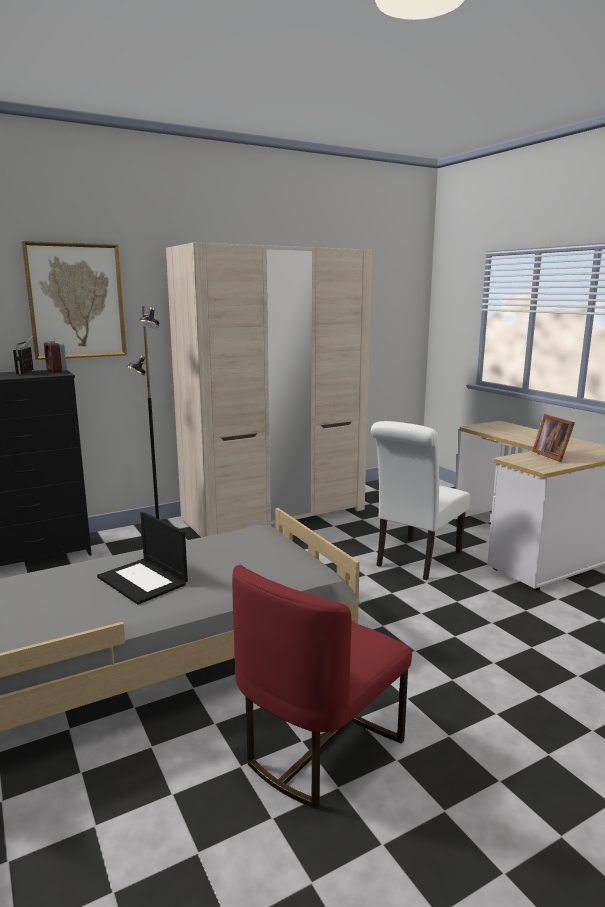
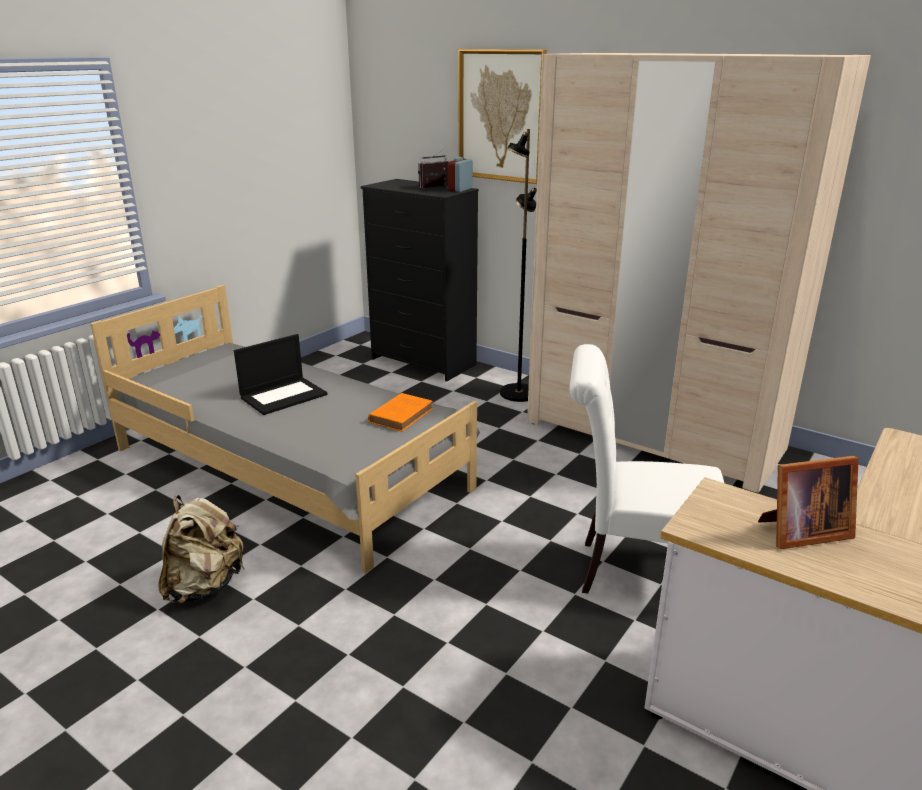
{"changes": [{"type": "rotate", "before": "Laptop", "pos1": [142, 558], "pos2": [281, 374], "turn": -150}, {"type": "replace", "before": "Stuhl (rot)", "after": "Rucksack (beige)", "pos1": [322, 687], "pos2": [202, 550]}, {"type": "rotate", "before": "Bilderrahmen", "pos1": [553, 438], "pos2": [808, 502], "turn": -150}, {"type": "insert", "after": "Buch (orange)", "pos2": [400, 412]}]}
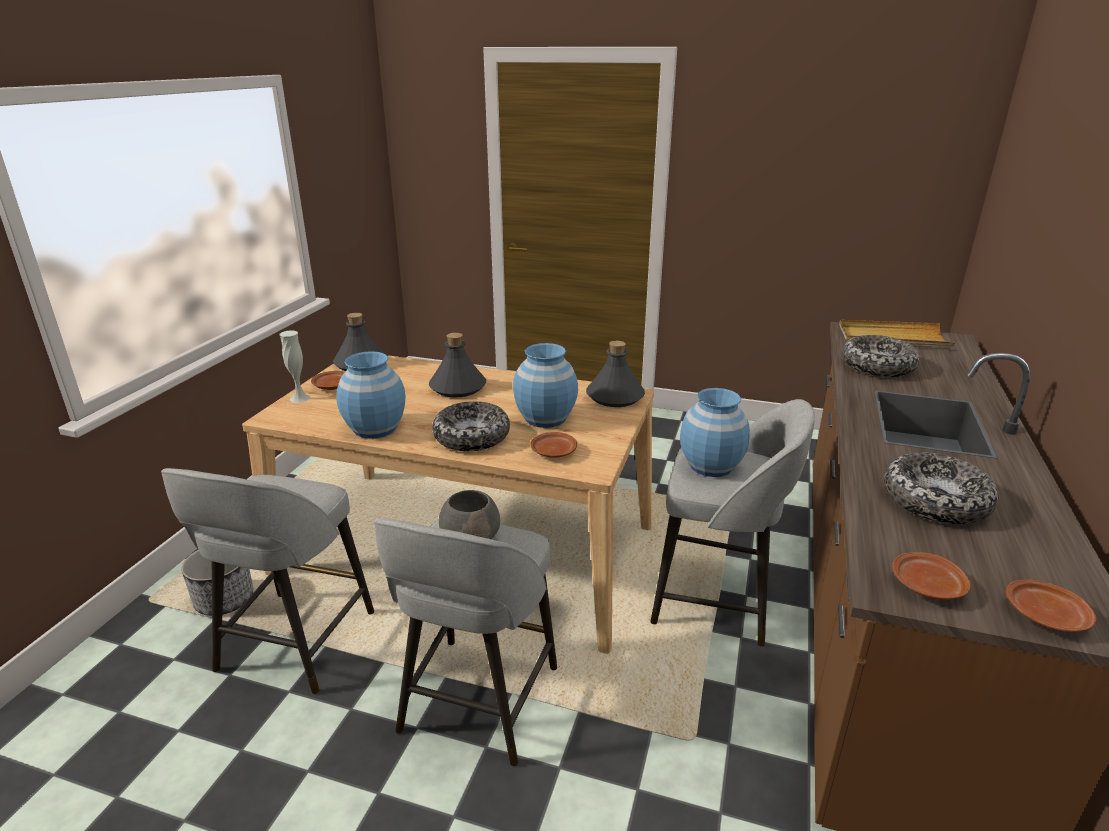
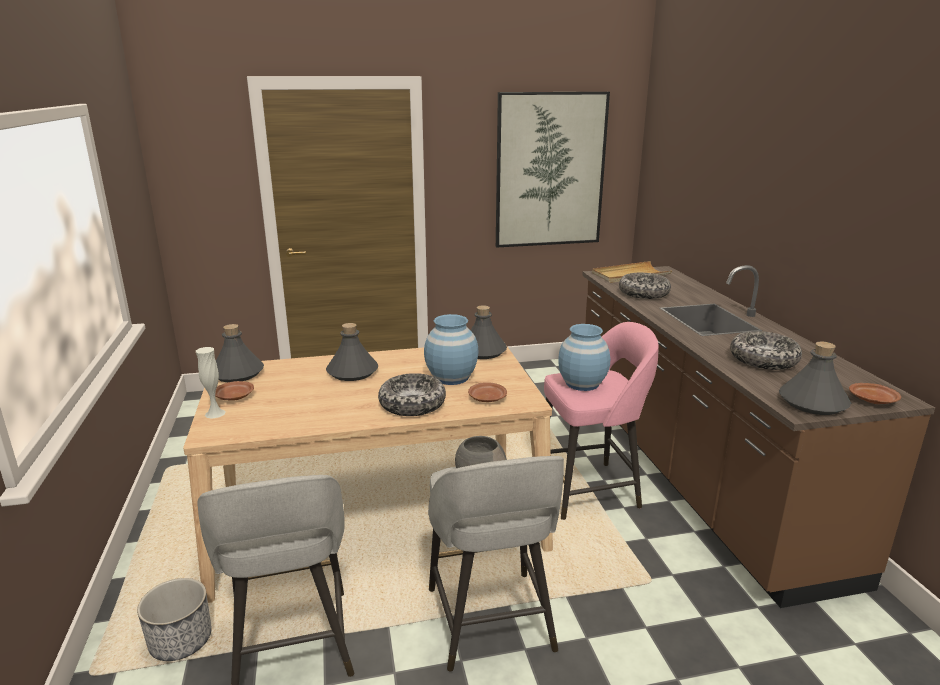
{"changes": [{"type": "delete", "before": "Vase (blau)", "pos1": [370, 395]}, {"type": "recolor", "before": "Hocker (grau)", "after": "Hocker (rosa)", "pos1": [732, 523], "pos2": [601, 421]}, {"type": "replace", "before": "Teller (braun)", "after": "Flasche (grau)", "pos1": [931, 576], "pos2": [815, 378]}, {"type": "insert", "after": "Bild", "pos2": [553, 169]}]}
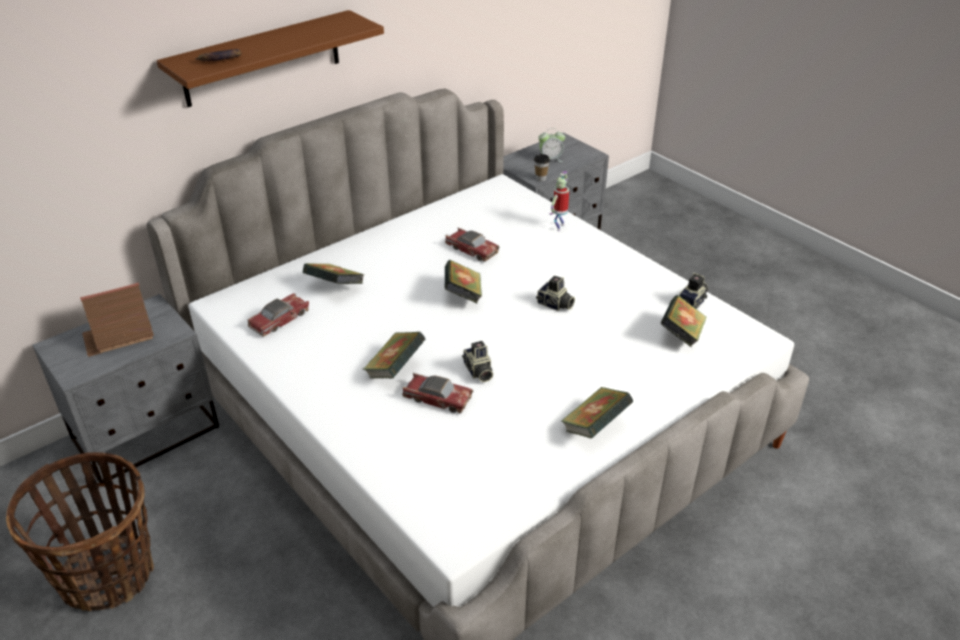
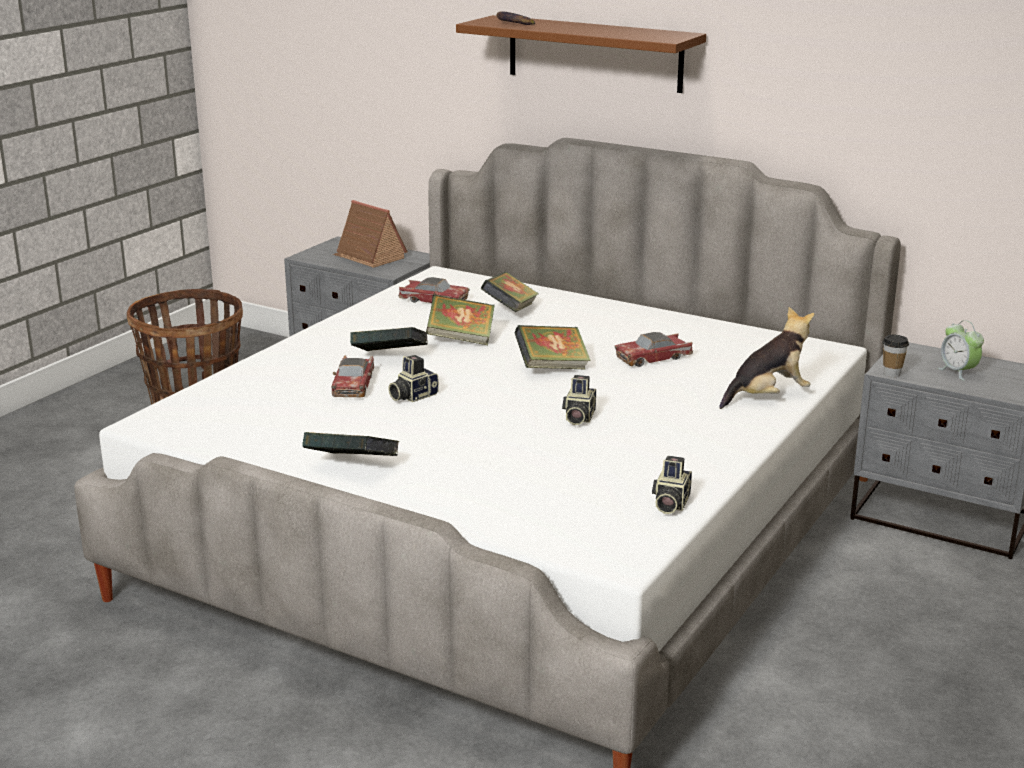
{"changes": [{"type": "rotate", "before": "Spielzeugauto", "pos1": [472, 244], "pos2": [654, 349], "turn": 45}, {"type": "replace", "before": "Spielzeugroboter", "after": "Plüschtier", "pos1": [559, 201], "pos2": [766, 358]}, {"type": "move", "before": "Buch", "pos1": [683, 321], "pos2": [460, 319]}, {"type": "rotate", "before": "Kamera", "pos1": [693, 291], "pos2": [672, 485], "turn": 90}]}
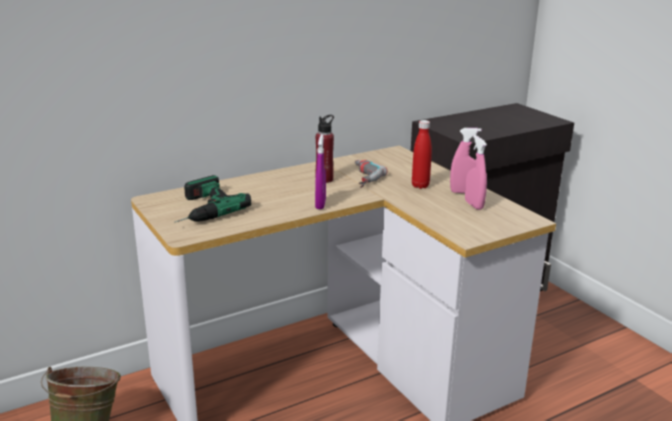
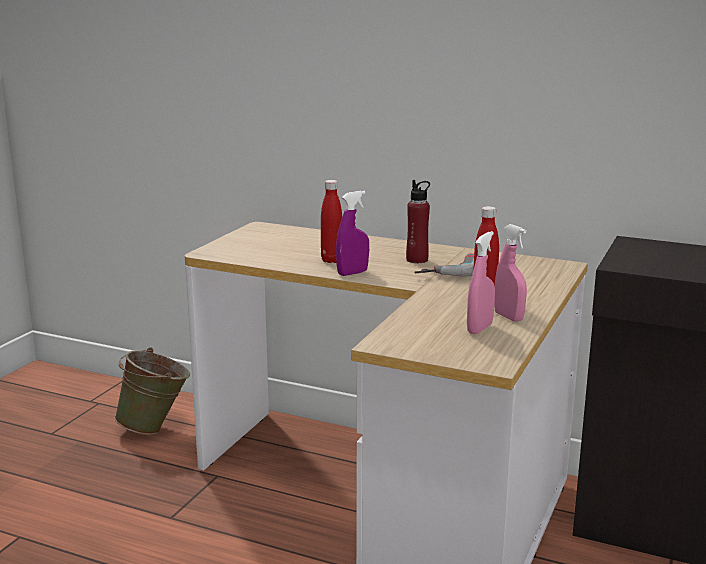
{"changes": [{"type": "delete", "before": "Bohrmaschine", "pos1": [212, 199]}, {"type": "insert", "after": "Flasche (rot)", "pos2": [331, 221]}]}
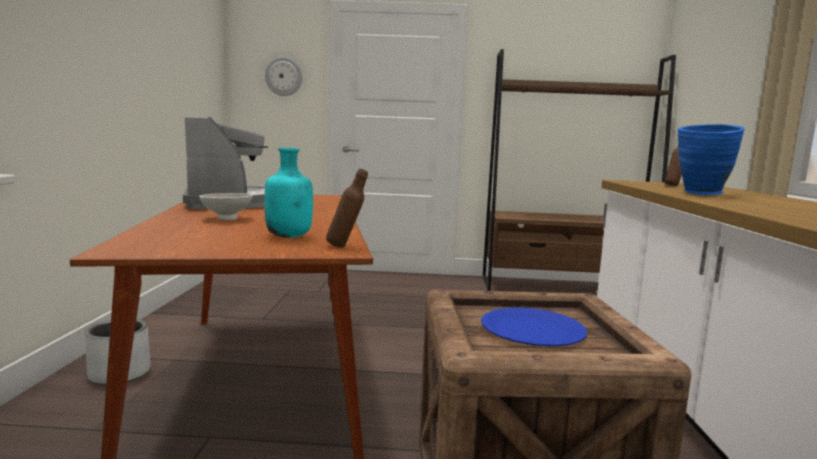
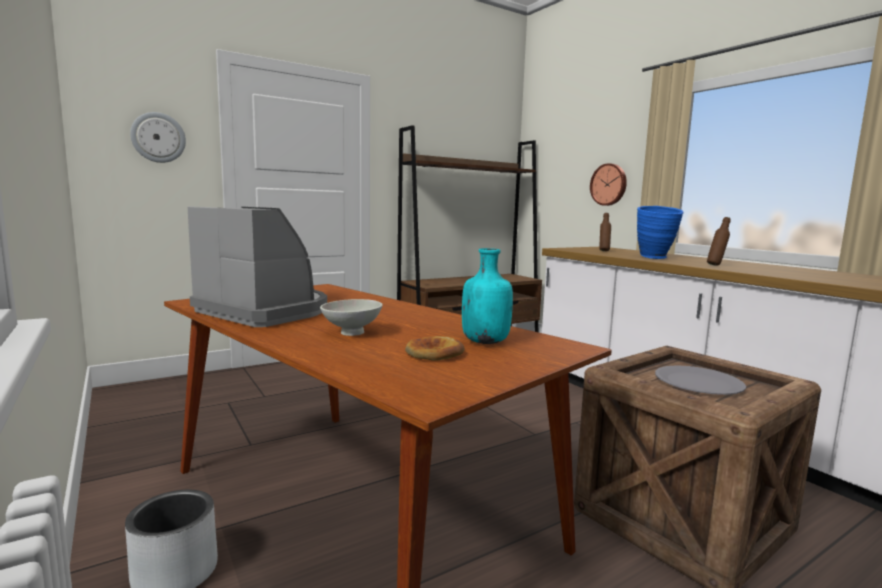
{"changes": [{"type": "move", "before": "Flasche (braun)", "pos1": [347, 208], "pos2": [718, 241]}, {"type": "recolor", "before": "Teller (blau)", "after": "Teller (grau)", "pos1": [534, 327], "pos2": [700, 380]}, {"type": "insert", "after": "Brot", "pos2": [435, 348]}, {"type": "insert", "after": "Wanduhr", "pos2": [608, 184]}]}
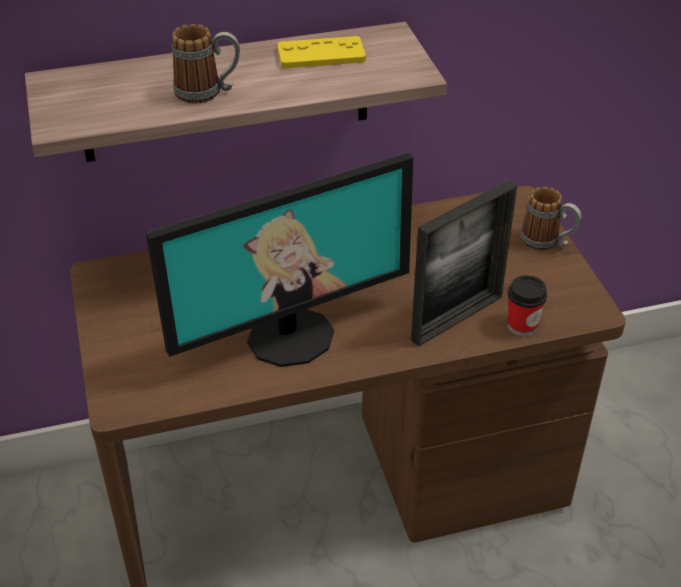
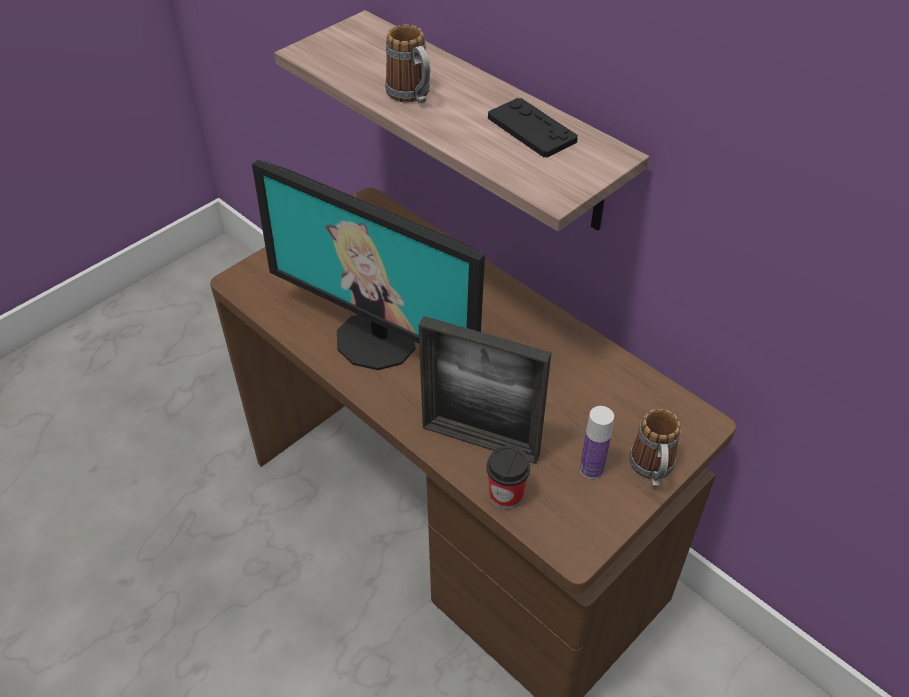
{"changes": [{"type": "recolor", "before": "Gamepad (gelb)", "after": "Gamepad (schwarz)", "pos1": [321, 52], "pos2": [533, 127]}, {"type": "insert", "after": "Flasche", "pos2": [597, 442]}]}
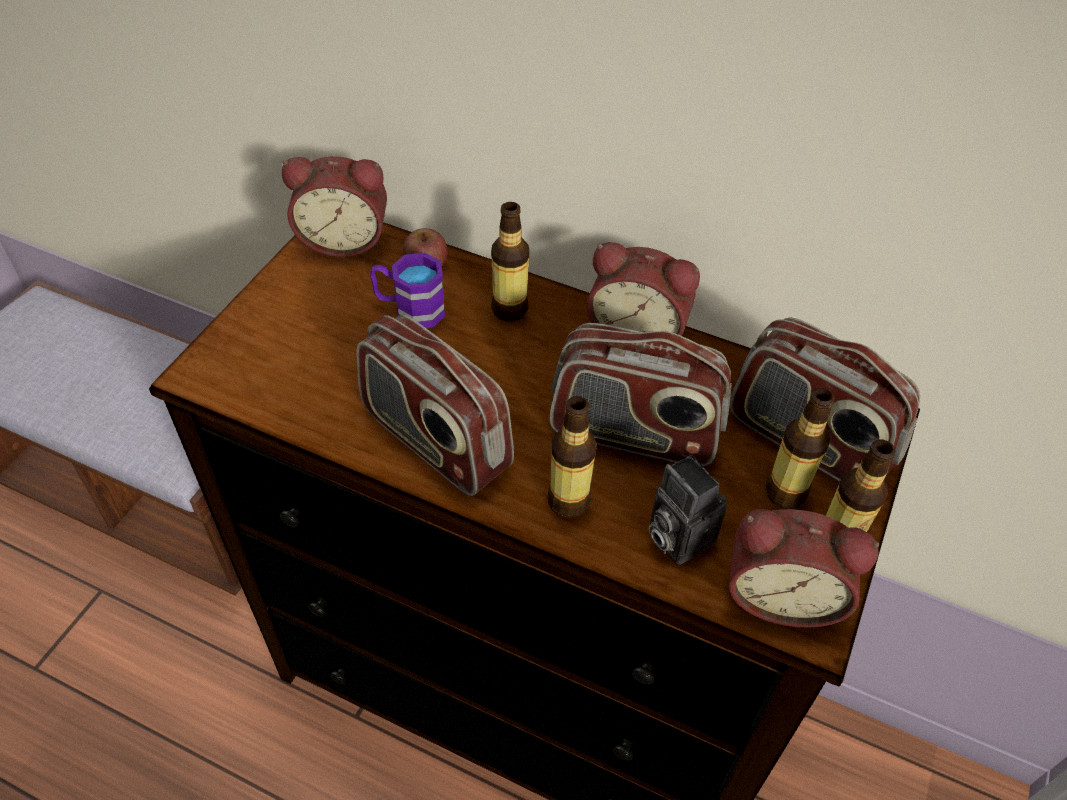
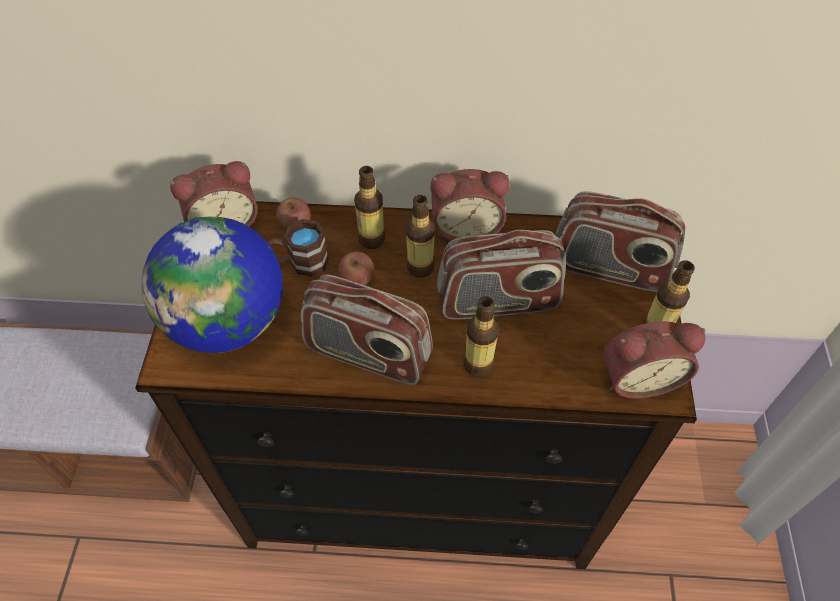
{"changes": [{"type": "recolor", "before": "Henkelbecher (lila)", "after": "Henkelbecher (braun)", "pos1": [408, 290], "pos2": [298, 248]}, {"type": "delete", "before": "Kamera", "pos1": [688, 509]}, {"type": "move", "before": "Flasche", "pos1": [800, 448], "pos2": [420, 236]}, {"type": "insert", "after": "Globus", "pos2": [212, 284]}, {"type": "insert", "after": "Apfel", "pos2": [356, 268]}]}
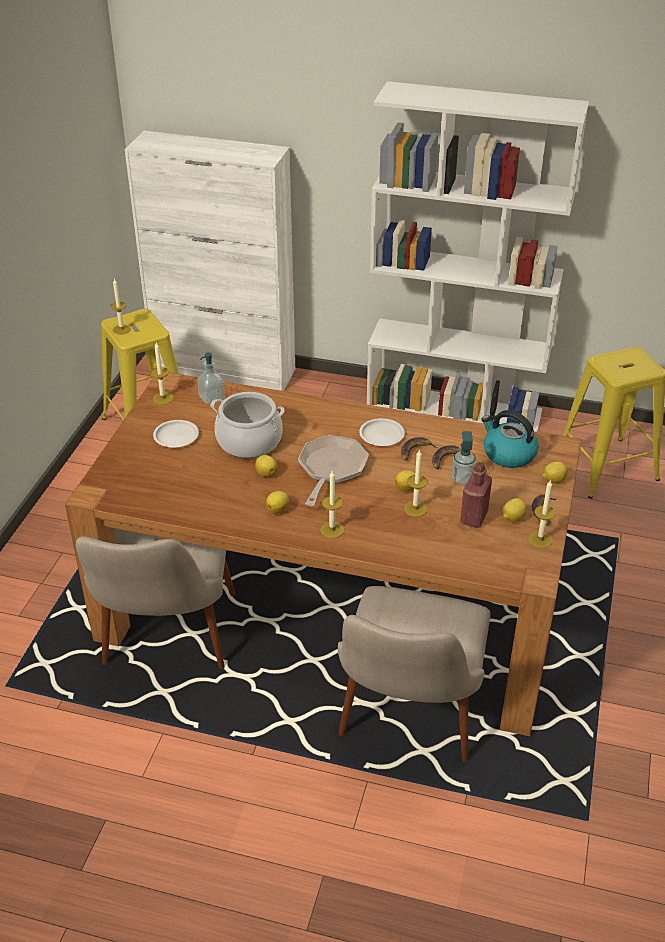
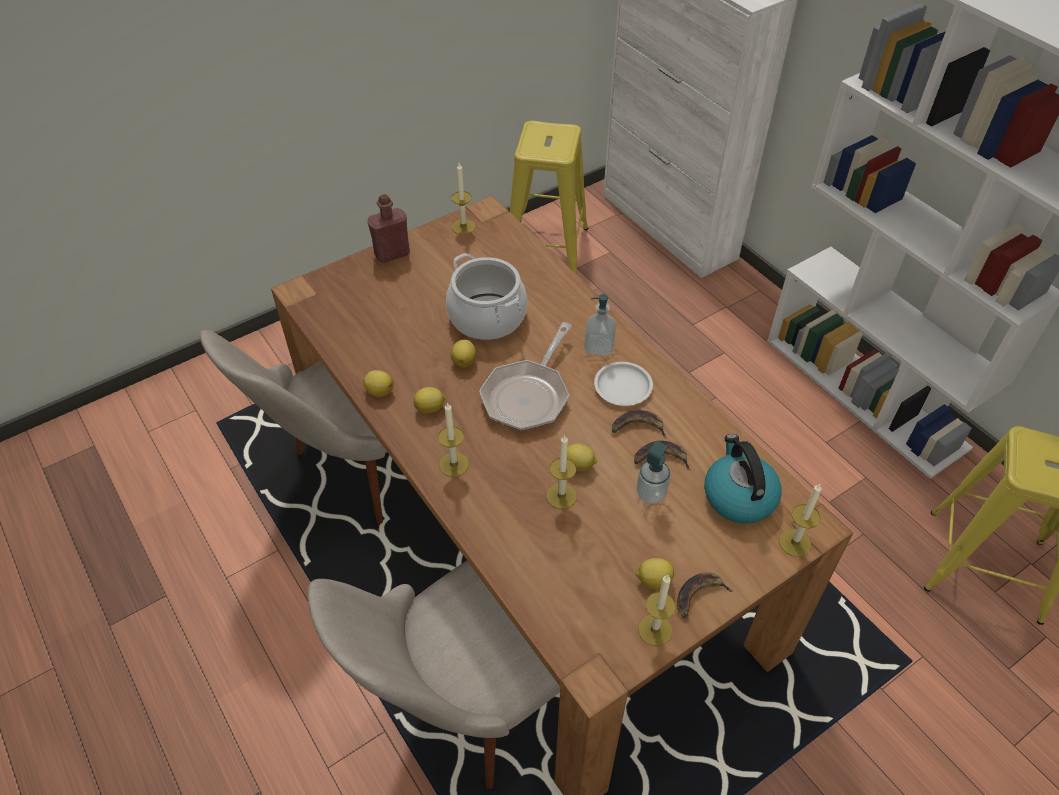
{"changes": [{"type": "move", "before": "Kerze", "pos1": [121, 306], "pos2": [800, 520]}, {"type": "delete", "before": "Teller (weiß)", "pos1": [176, 434]}, {"type": "move", "before": "Seifenspender", "pos1": [211, 378], "pos2": [600, 325]}, {"type": "rotate", "before": "Pfanne", "pos1": [333, 470], "pos2": [525, 376], "turn": 150}, {"type": "move", "before": "Flasche (rot)", "pos1": [476, 495], "pos2": [389, 228]}, {"type": "move", "before": "Zitrone", "pos1": [555, 472], "pos2": [378, 383]}]}
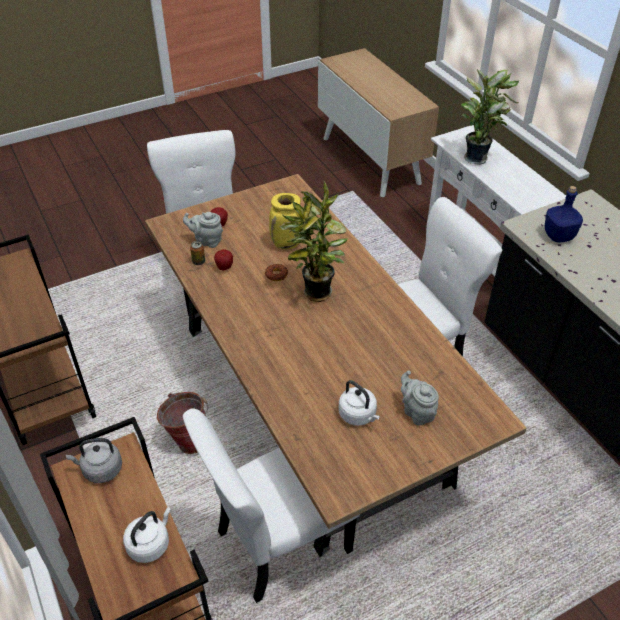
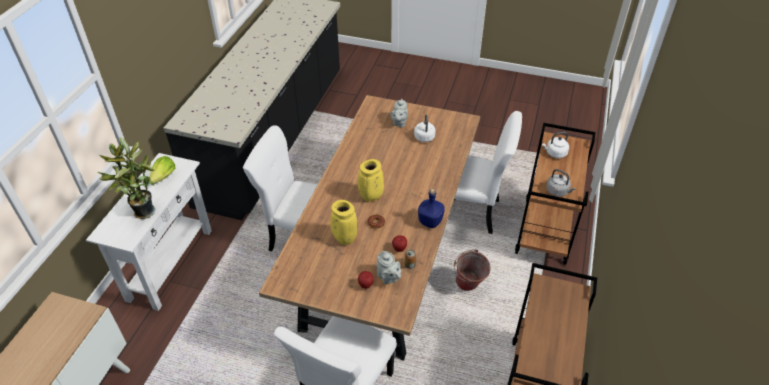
{"changes": [{"type": "replace", "before": "Topfpflanze", "after": "Vase (gelb)", "pos1": [313, 241], "pos2": [371, 180]}, {"type": "move", "before": "Flasche (blau)", "pos1": [564, 214], "pos2": [431, 208]}, {"type": "insert", "after": "Salatkopf", "pos2": [162, 170]}]}
